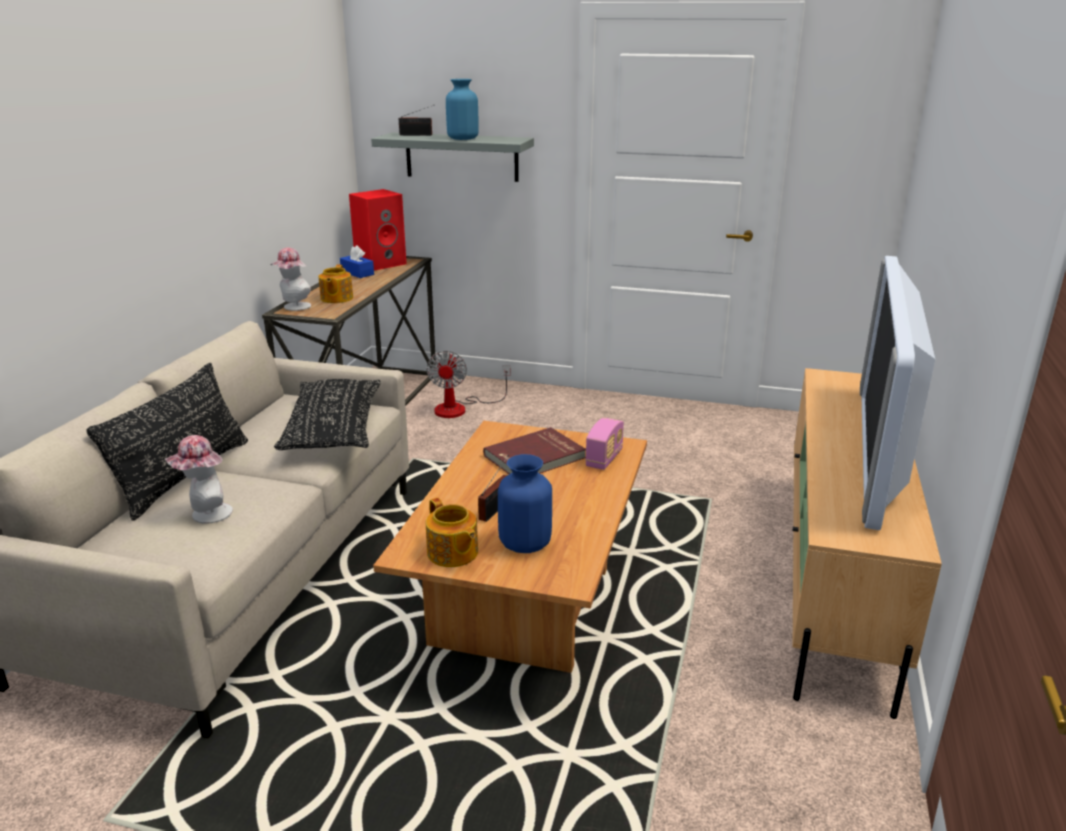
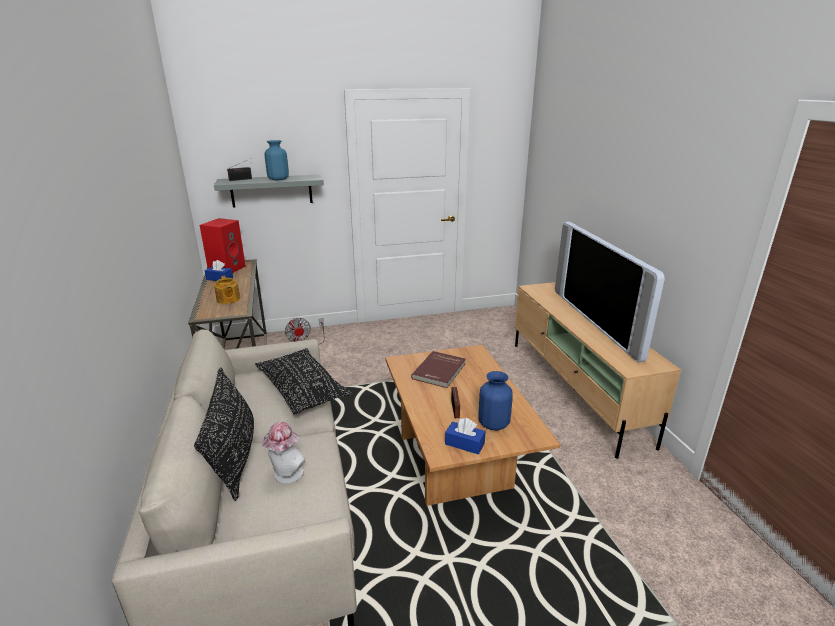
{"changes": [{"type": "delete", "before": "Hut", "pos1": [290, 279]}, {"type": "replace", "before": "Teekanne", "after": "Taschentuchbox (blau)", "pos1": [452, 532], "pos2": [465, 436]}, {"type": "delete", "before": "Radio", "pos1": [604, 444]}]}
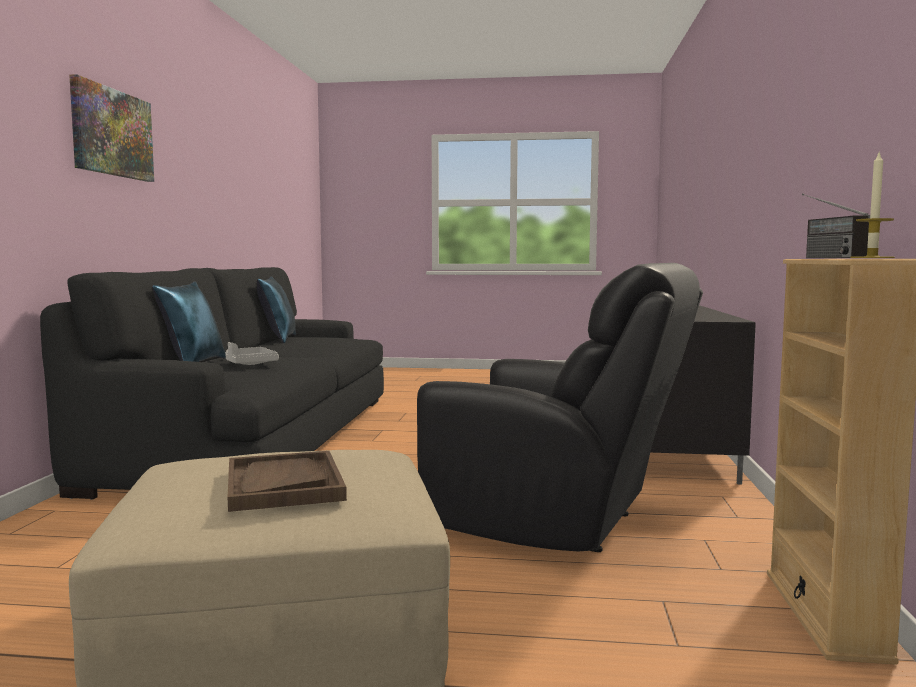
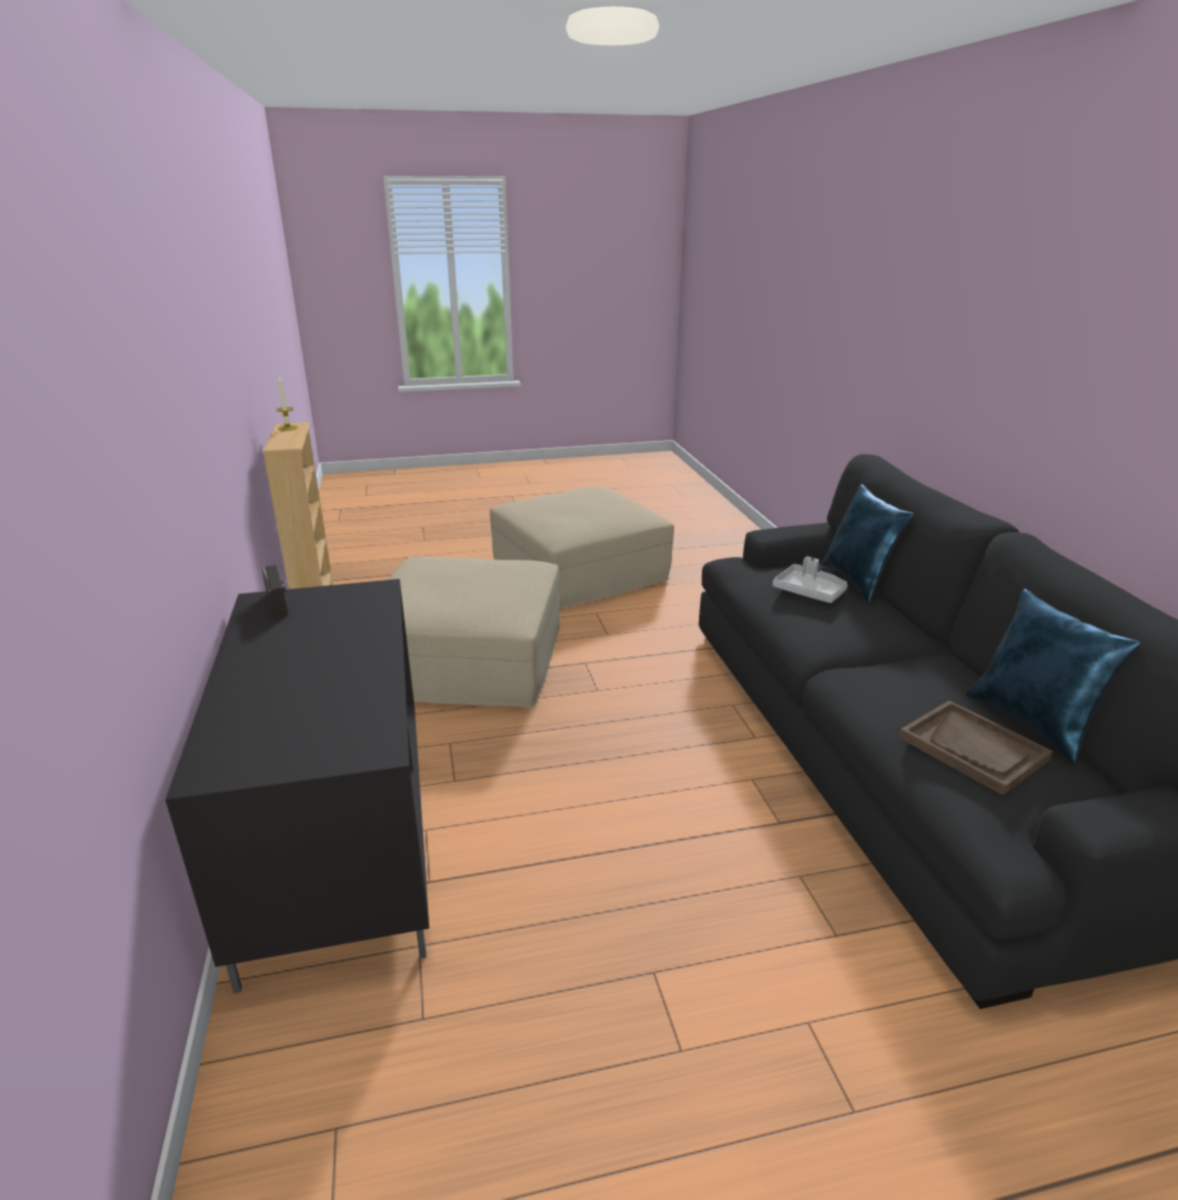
{"changes": [{"type": "delete", "before": "Bild", "pos1": [111, 128]}, {"type": "move", "before": "Tablett (braun)", "pos1": [287, 481], "pos2": [976, 747]}, {"type": "replace", "before": "Sessel (schwarz)", "after": "Polsterhocker (beige)", "pos1": [560, 407], "pos2": [474, 632]}, {"type": "move", "before": "Radio", "pos1": [836, 226], "pos2": [275, 591]}]}
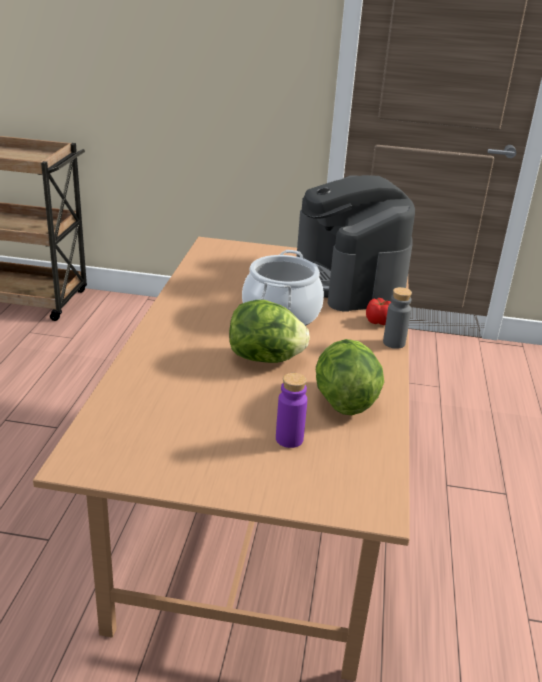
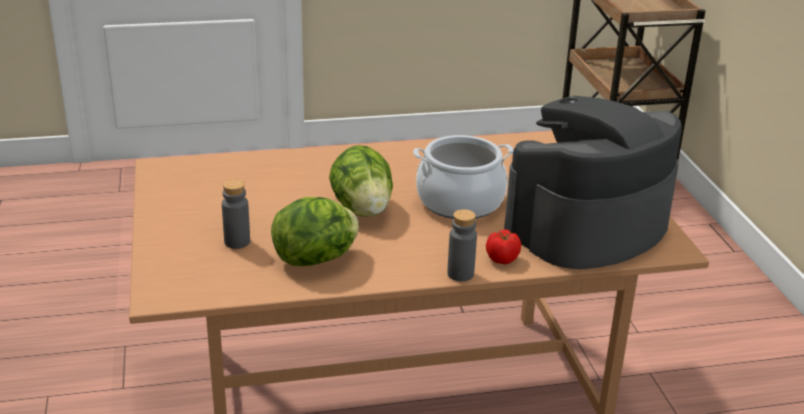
{"changes": [{"type": "recolor", "before": "Flasche (lila)", "after": "Flasche (grau)", "pos1": [291, 410], "pos2": [236, 214]}]}
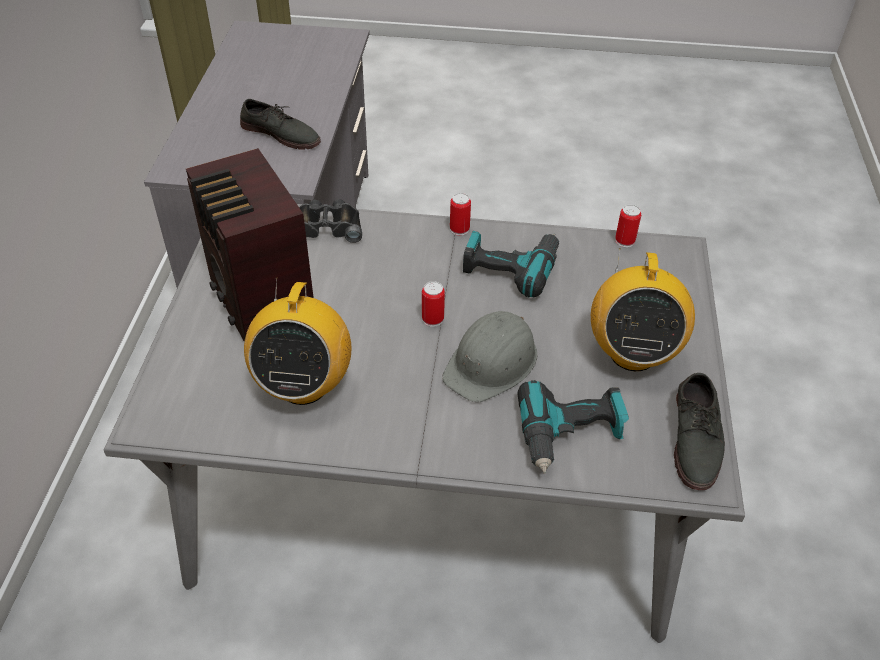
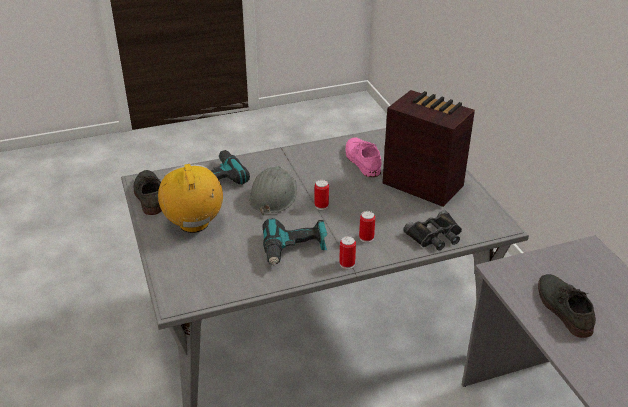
{"changes": [{"type": "rotate", "before": "Schuh (grau)", "pos1": [280, 124], "pos2": [567, 306], "turn": 75}, {"type": "replace", "before": "Radio", "after": "Schuh (rosa)", "pos1": [298, 341], "pos2": [364, 157]}, {"type": "move", "before": "Dose", "pos1": [628, 226], "pos2": [367, 227]}]}
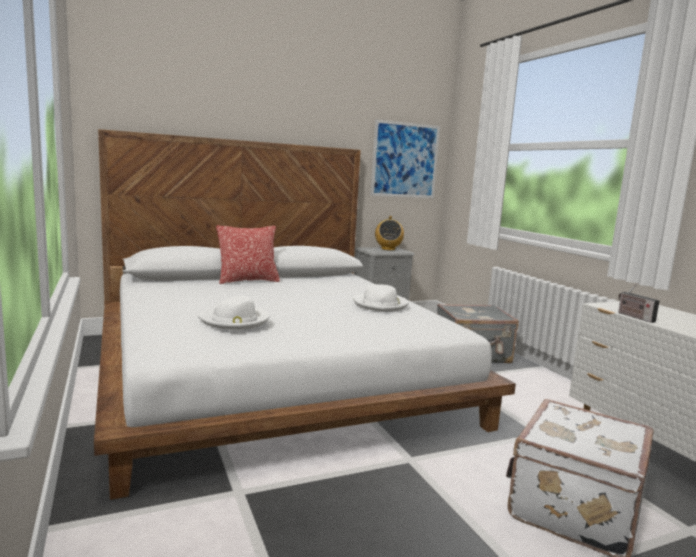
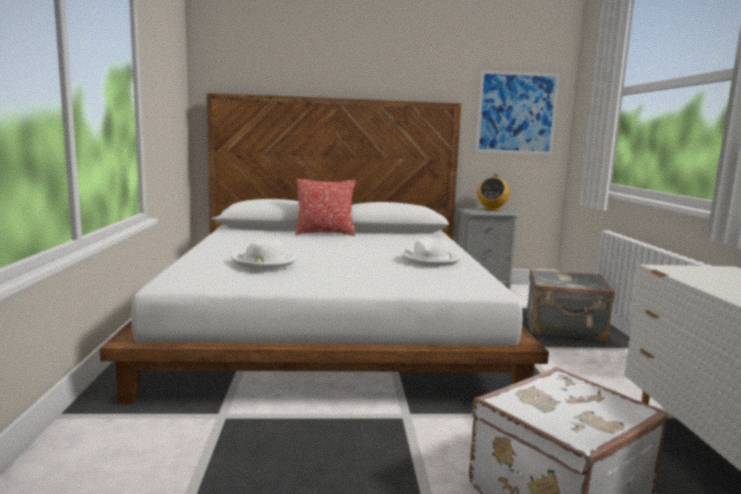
{"changes": [{"type": "delete", "before": "Radio", "pos1": [638, 303]}]}
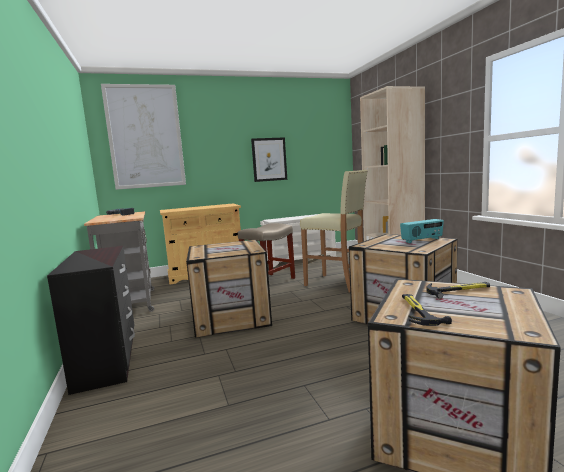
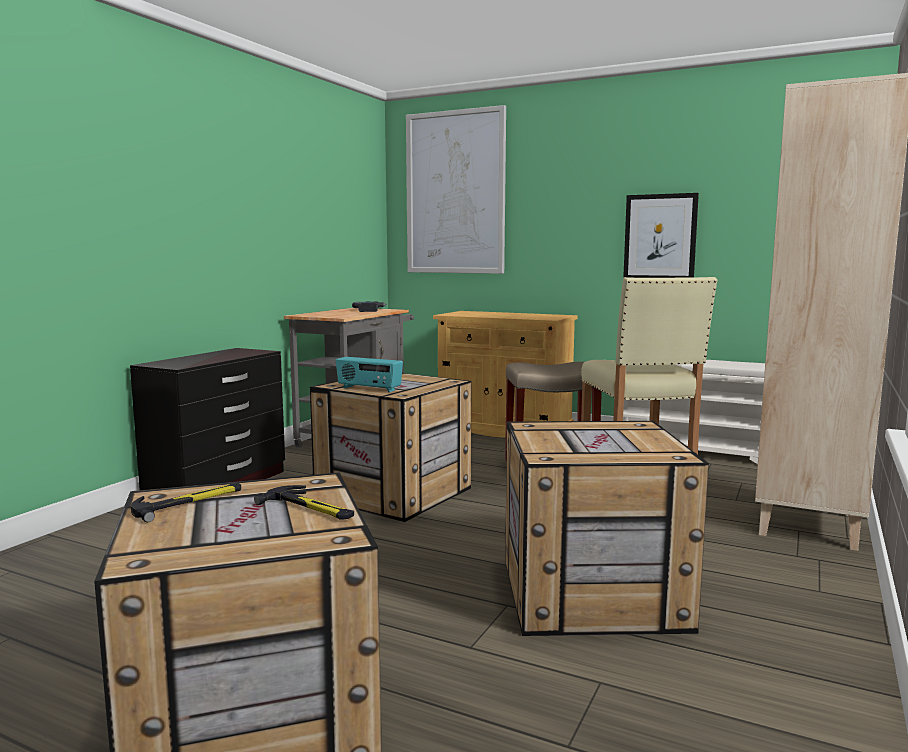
{"changes": [{"type": "move", "before": "Radio", "pos1": [422, 231], "pos2": [369, 375]}]}
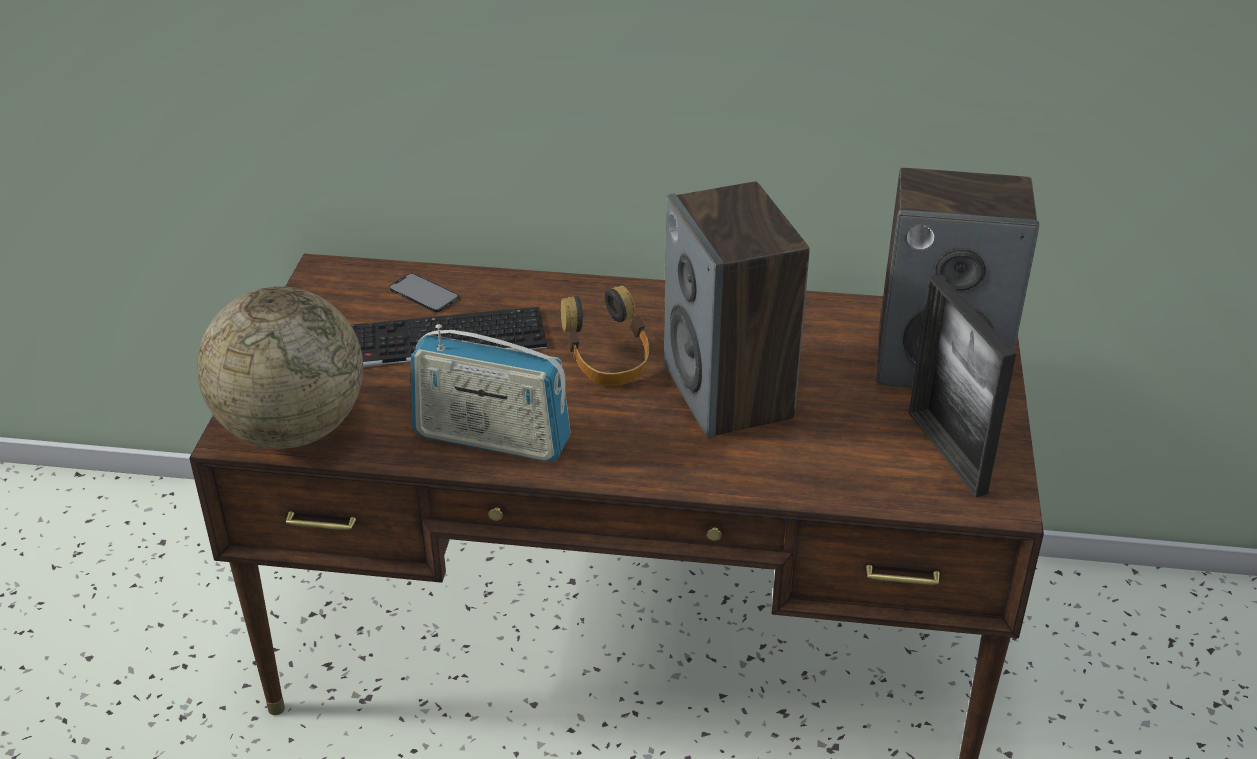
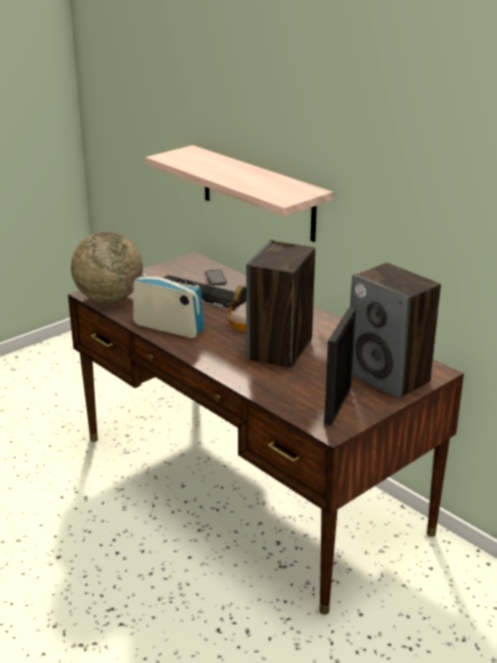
{"changes": [{"type": "rotate", "before": "Radio", "pos1": [491, 393], "pos2": [169, 306], "turn": 150}, {"type": "insert", "after": "Wandregal", "pos2": [239, 193]}]}
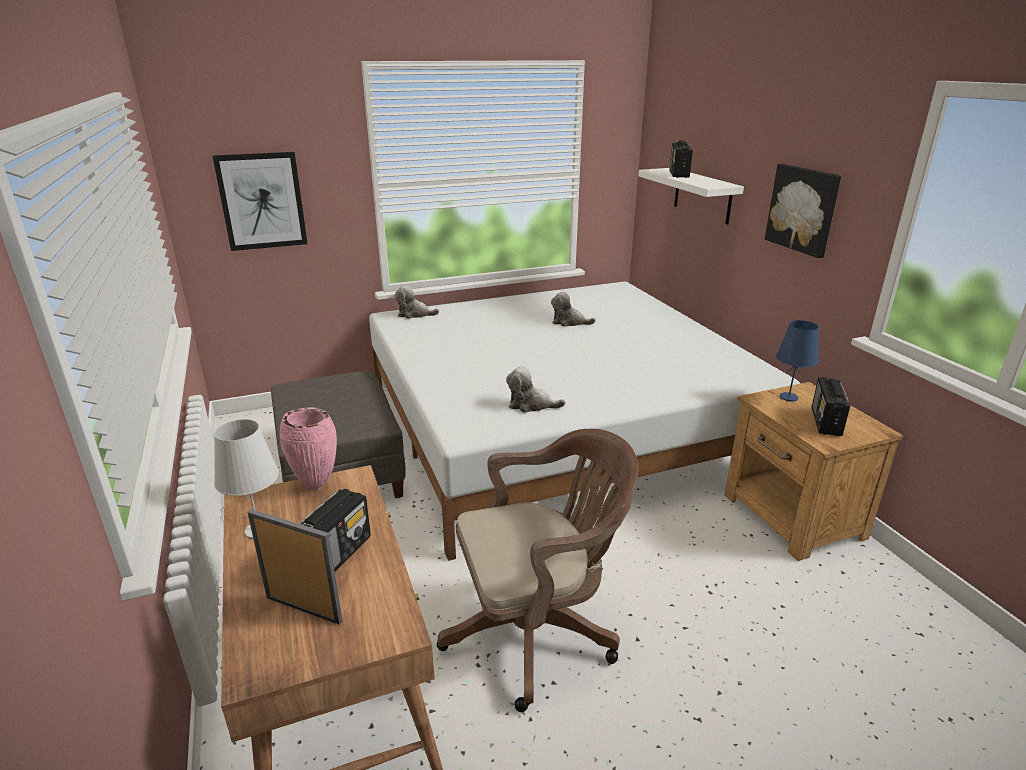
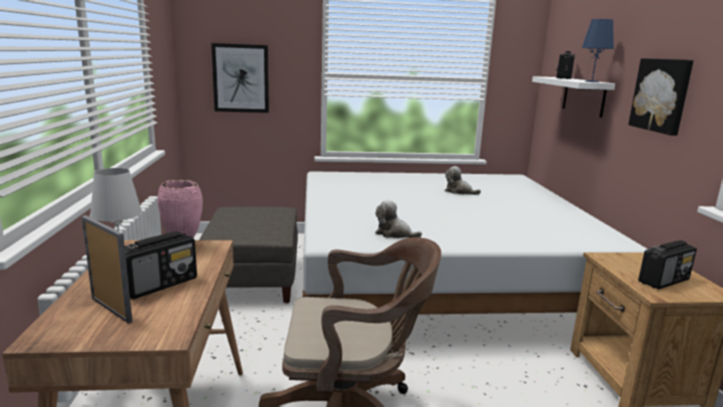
{"changes": [{"type": "delete", "before": "Plüschtier", "pos1": [417, 302]}, {"type": "move", "before": "Tischlampe (blau)", "pos1": [797, 361], "pos2": [598, 50]}, {"type": "rotate", "before": "Radio", "pos1": [831, 406], "pos2": [667, 264], "turn": -150}]}
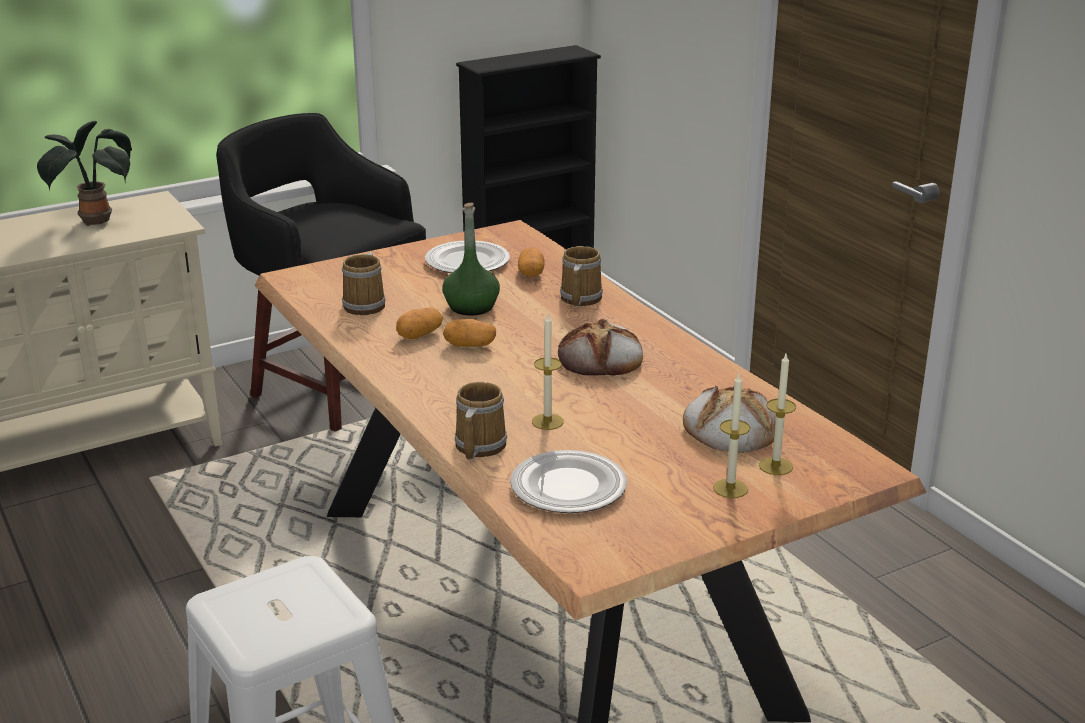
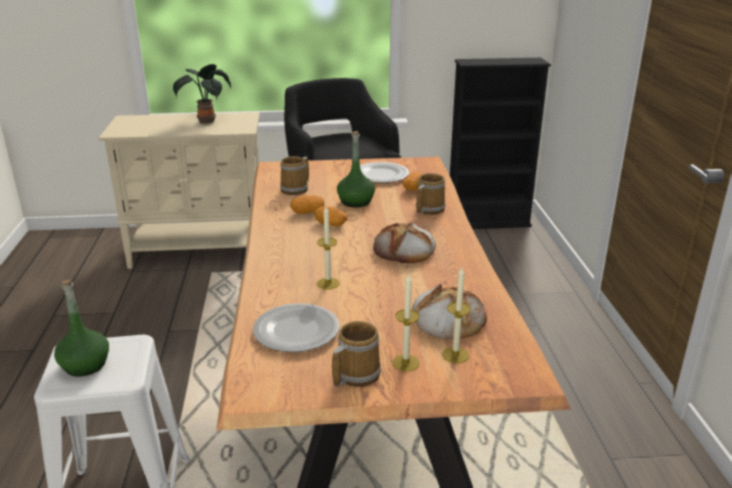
{"changes": [{"type": "move", "before": "Henkelbecher", "pos1": [481, 421], "pos2": [356, 354]}, {"type": "insert", "after": "Flasche (grün)", "pos2": [81, 328]}]}
